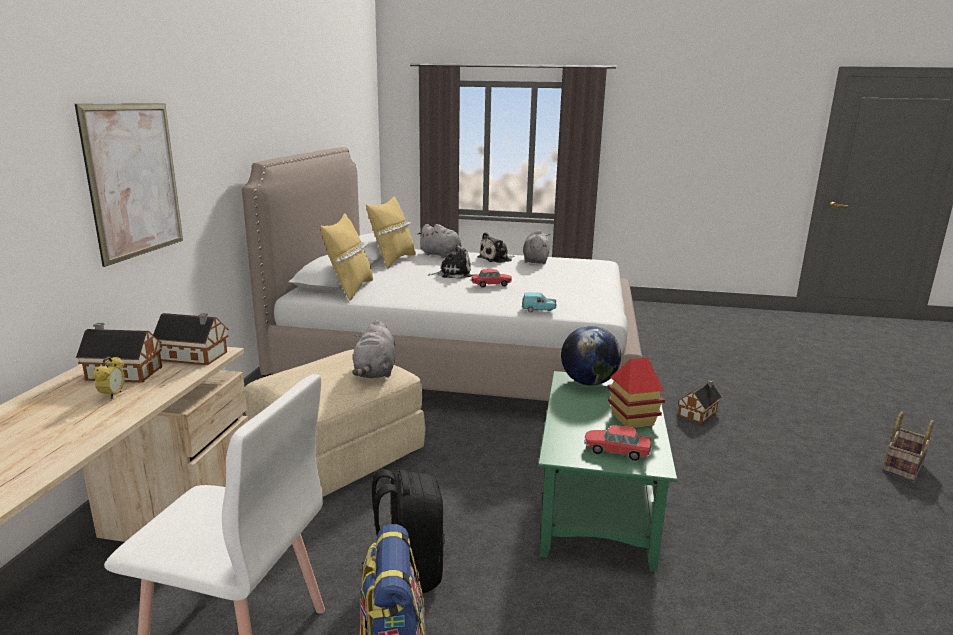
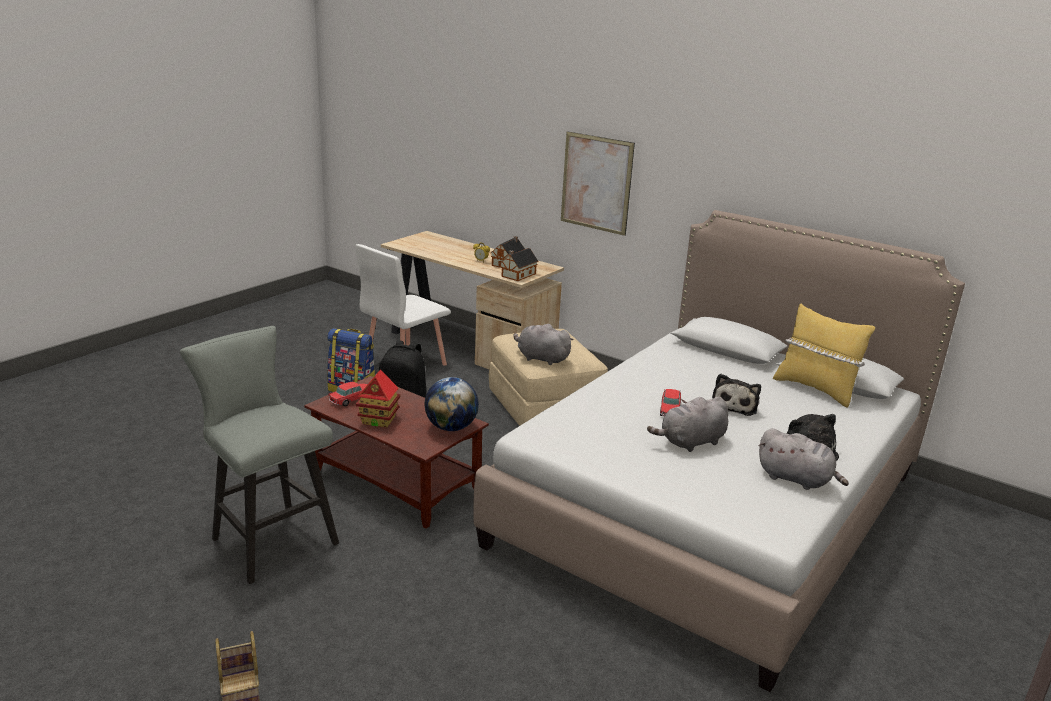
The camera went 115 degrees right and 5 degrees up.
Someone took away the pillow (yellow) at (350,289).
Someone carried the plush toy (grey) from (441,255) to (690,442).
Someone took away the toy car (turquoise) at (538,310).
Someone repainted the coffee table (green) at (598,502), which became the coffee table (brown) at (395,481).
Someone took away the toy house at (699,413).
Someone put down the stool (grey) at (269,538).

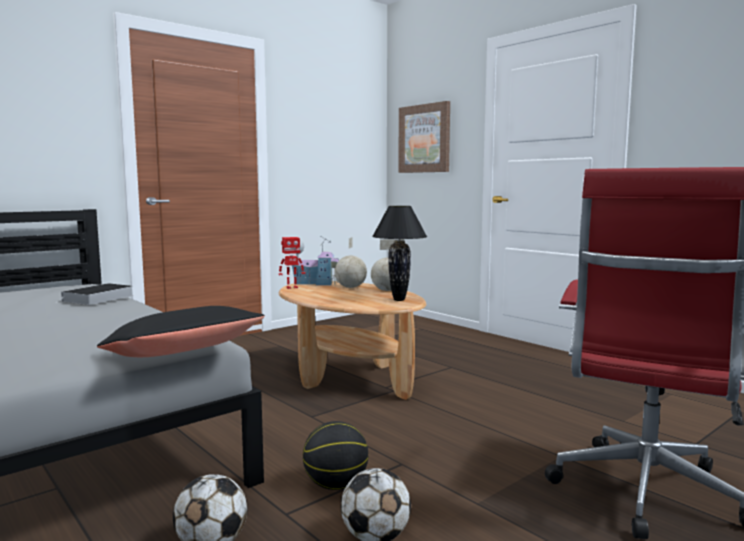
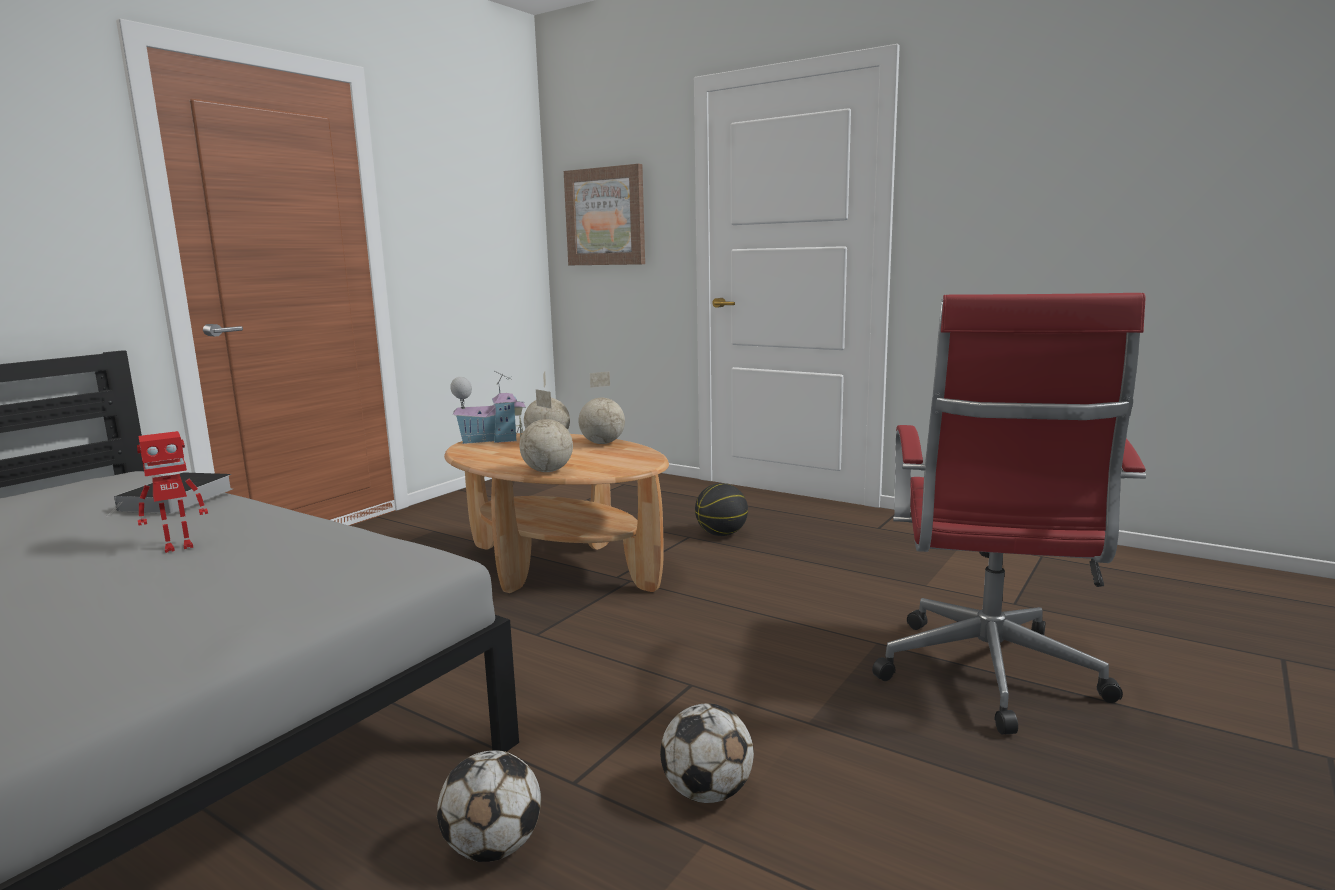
The camera went 15 degrees left and 5 degrees up.
Someone took away the table lamp (black) at (398,300).
Someone carried the toy robot from (291,287) to (178,546).
Someone took away the pillow (black) at (181,356).
Someone carried the basketball from (336,485) to (721,534).
Someone put down the globe at (547,471).

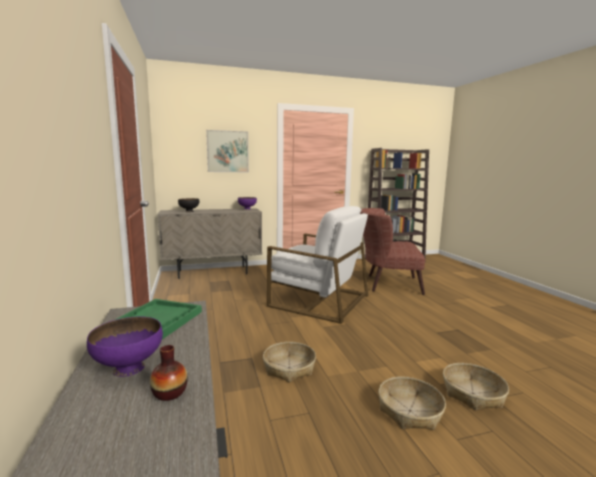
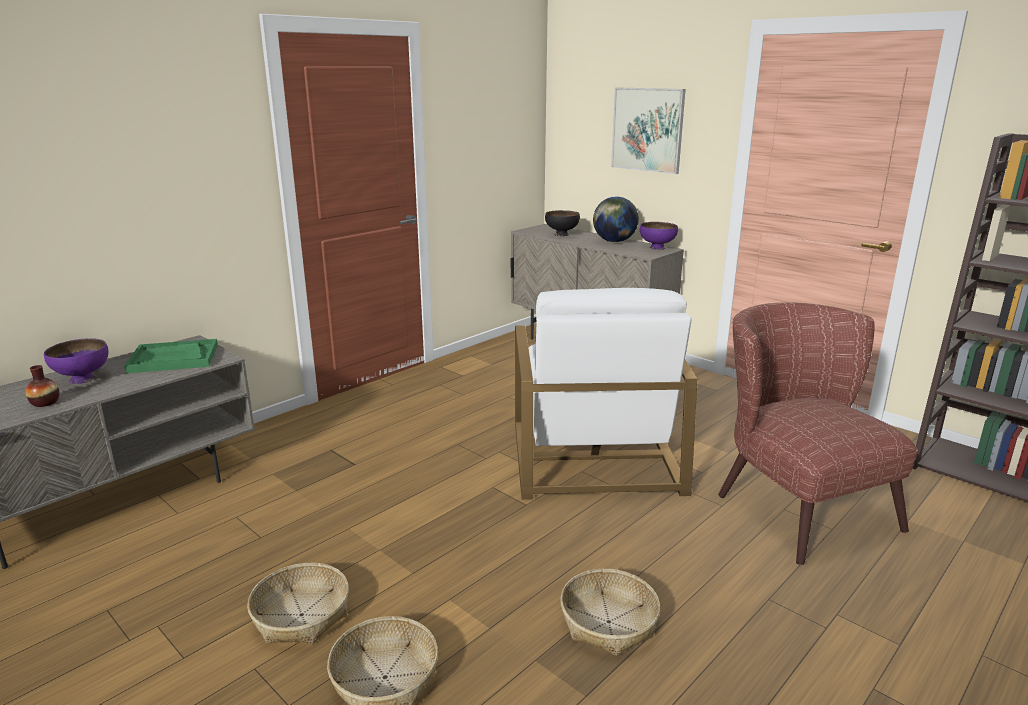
The camera went 60 degrees right and 10 degrees up.
Someone carried the basket from (289,368) to (609,622).
Someone put down the globe at (614,241).

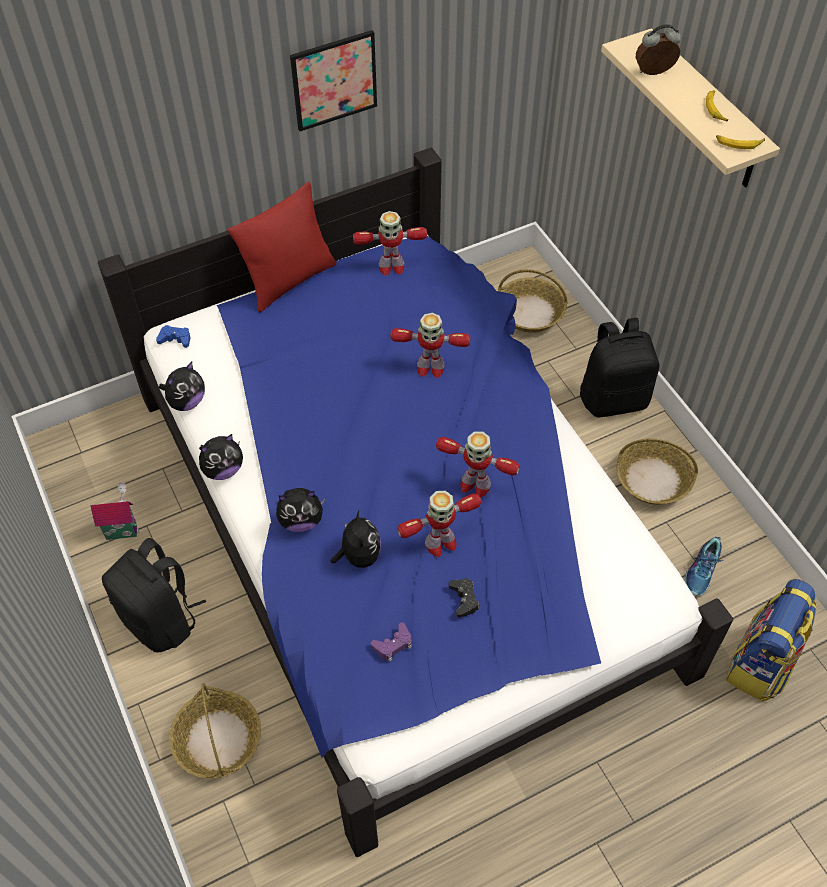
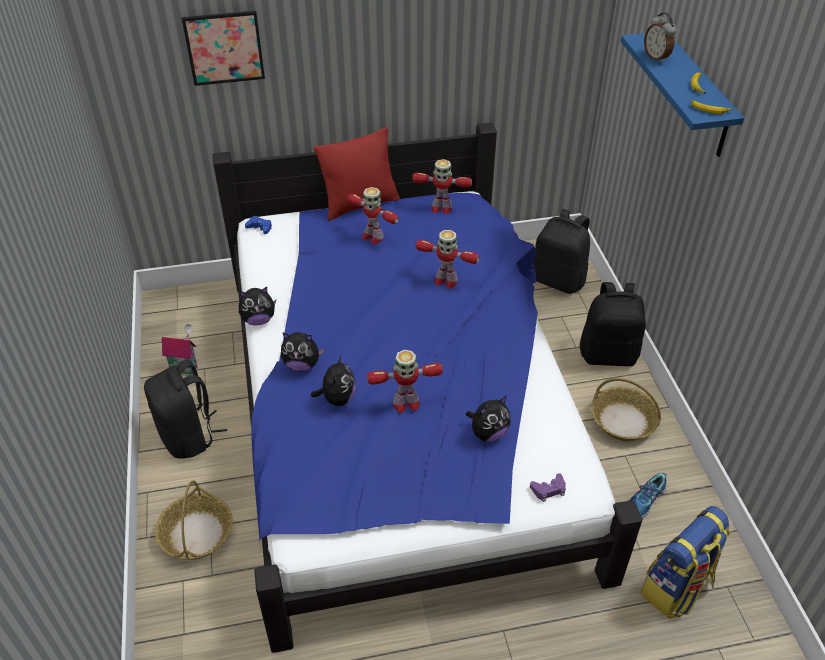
The camera went 15 degrees right and 10 degrees down.
Someone rotated the alarm clock at (654,73) by 120 degrees counterclockwise.
Someone repainted the shelf (beige) at (705,112), which became the shelf (blue) at (696,96).
Someone carried the picture from (334,80) to (224,48).
Someone swapped the basket at (530,312) for the backpack (black) at (559,280).
Someone carried the plush toy from (186,402) to (488,433).
Someone carried the toy robot from (474,485) to (372,237).
Someone took away the game controller (black) at (464,599).
Someone carried the game controller (purple) from (393,644) to (548,490).

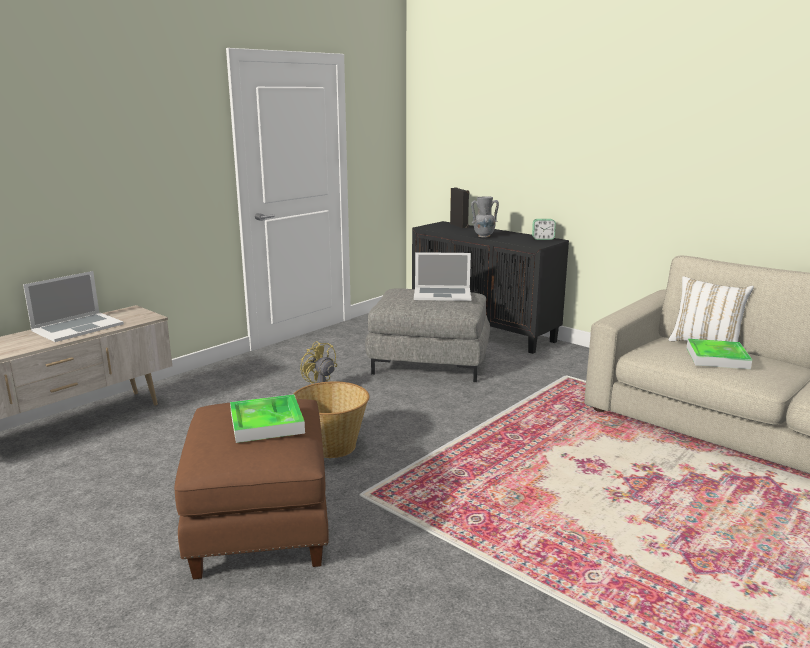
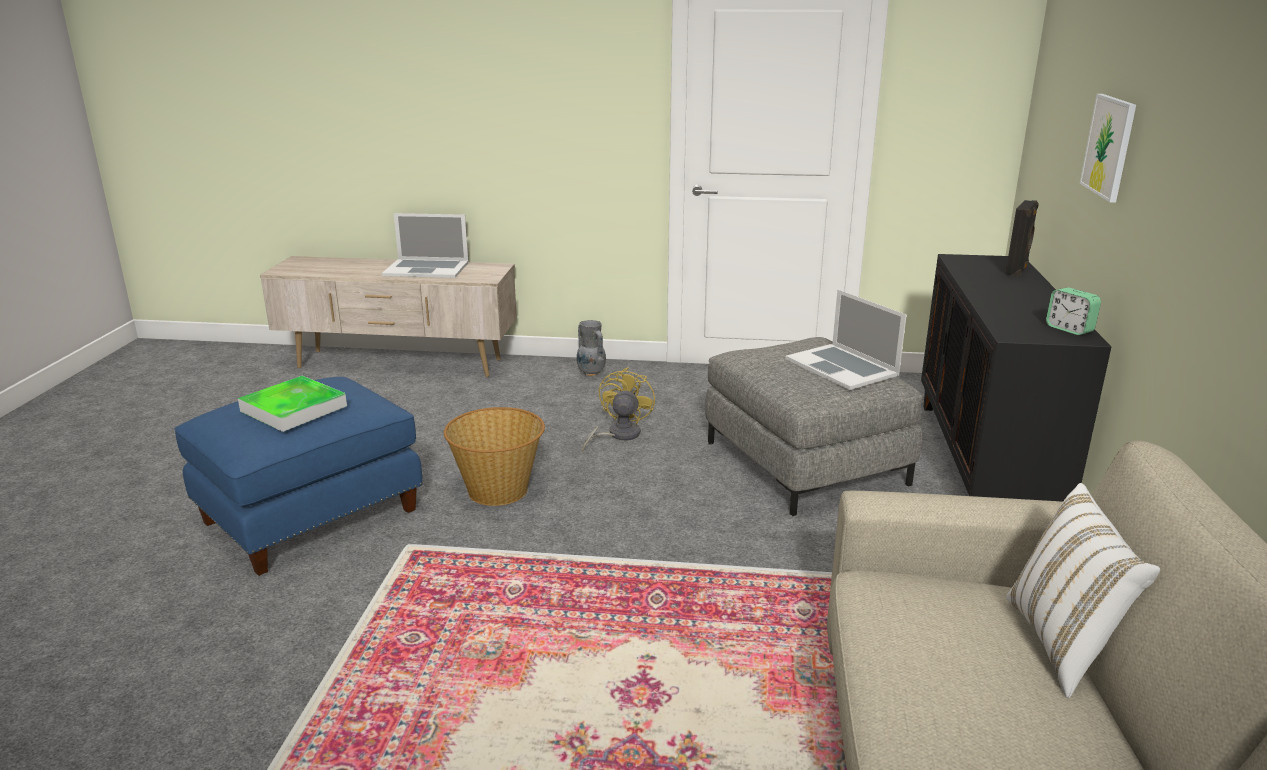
The camera went 55 degrees right and 5 degrees up.
Someone carried the vase (grey) from (483,236) to (591,373).
Someone took away the tray at (717,358).
Someone repainted the ottoman (brown) at (259,524), which became the ottoman (blue) at (310,515).
Someone put up the picture at (1109,146).

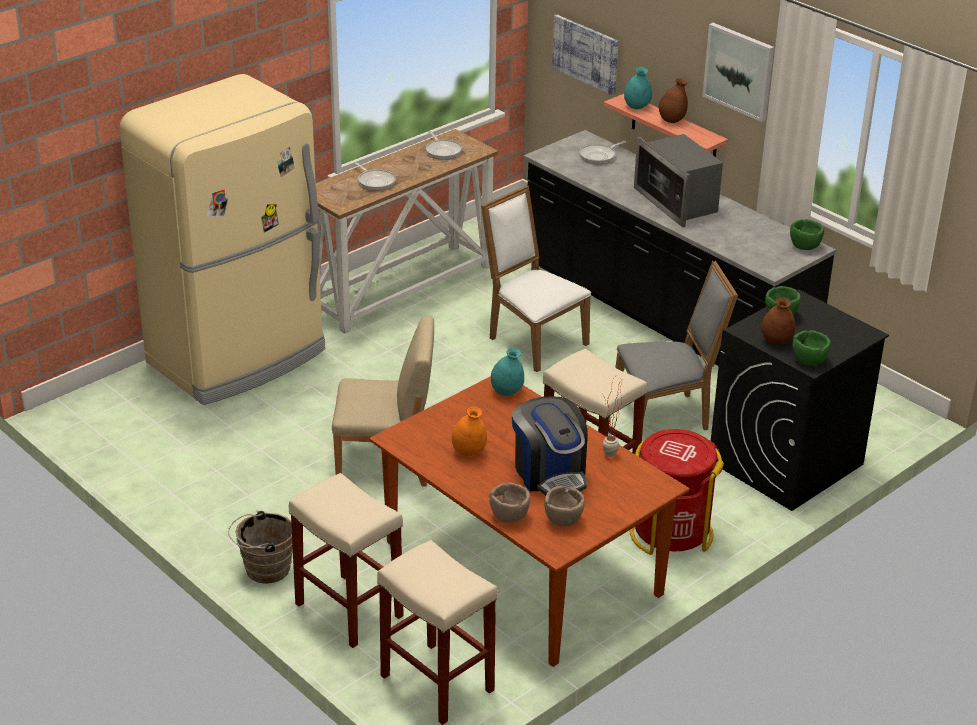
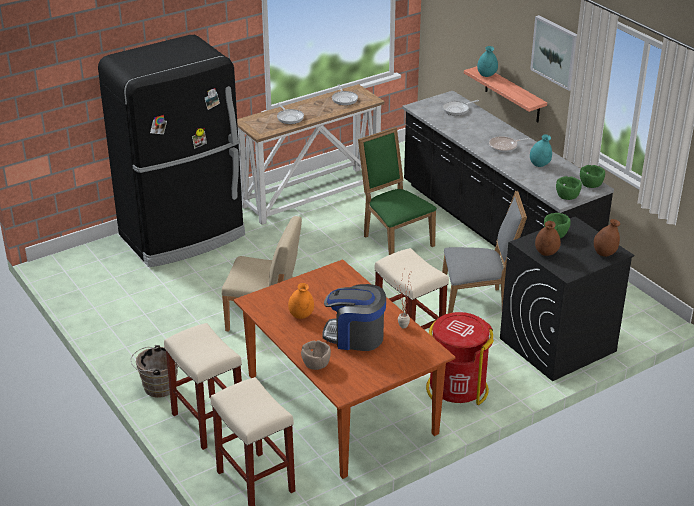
The camera went 10 degrees right and 0 degrees up.
Someone took away the picture at (586,54).
Someone repainted the fridge (beige) at (239,357), which became the fridge (black) at (183,236).
Someone carried the vase (brown) from (672,120) to (604,253).
Someone swapped the microwave at (677,202) for the frying pan at (504,146).
Someone repainted the chair (white) at (532,340), which became the chair (green) at (394,240).
Someone carried the bowl (green) from (810,360) to (567,196).
Someone carried the vase (turquoise) from (507,392) to (539,165).
Someone rotated the coffee machine at (549,473) by 120 degrees clockwise.
Someone took away the bowl (brown) at (563,519).

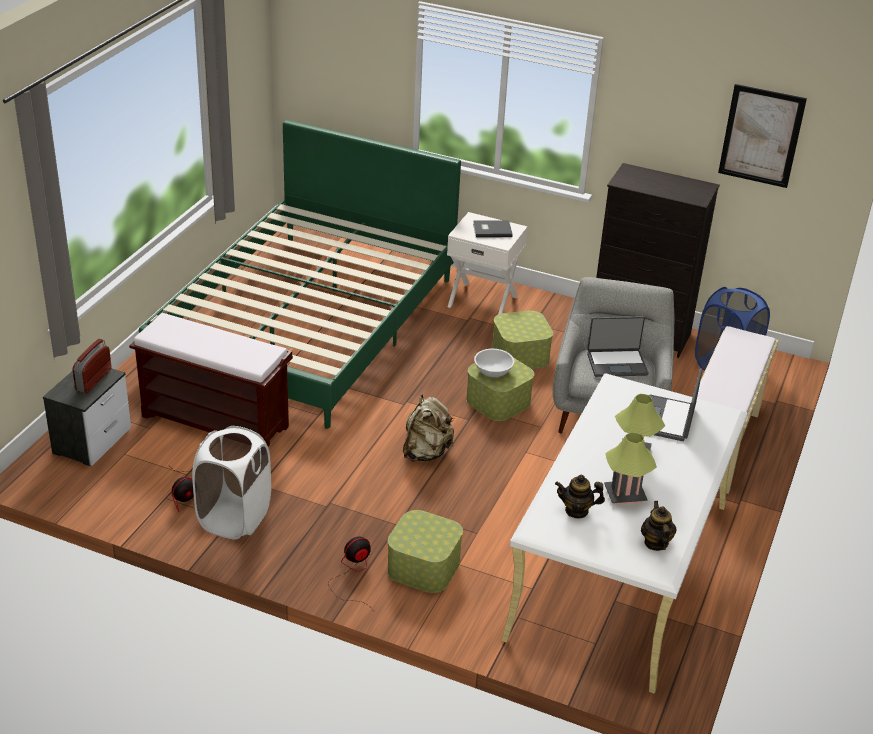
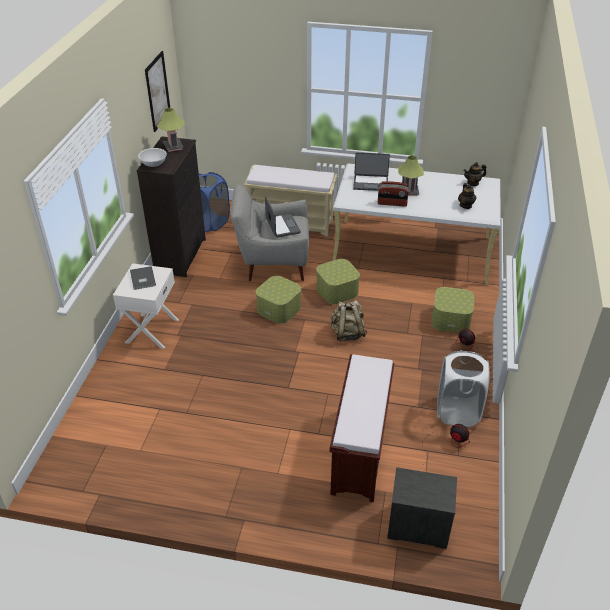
The camera went 100 degrees left and 5 degrees up.
Someone took away the bed (green) at (308,323).
Someone carried the storage box from (520,354) to (337,290).
Someone carried the radio from (93,380) to (392,203).
Someone carried the bowl (white) from (493,372) to (153,163).
Someone carried the table lamp from (625,495) to (173,146).

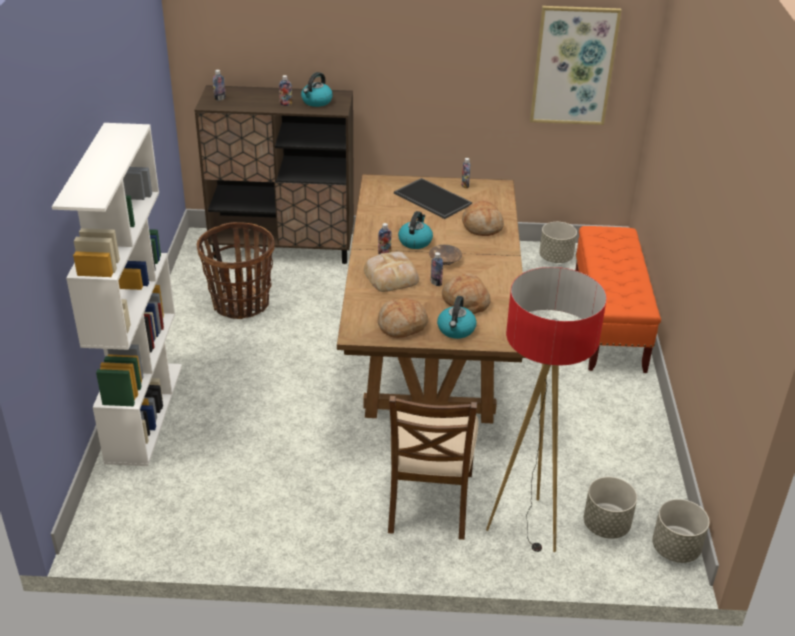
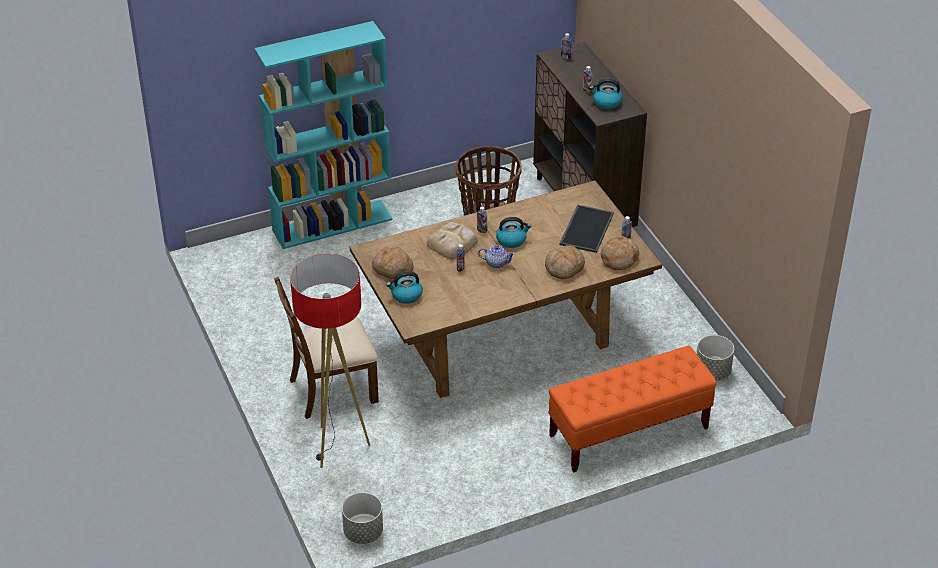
The camera went 65 degrees right and 5 degrees up.
Someone took away the picture at (573,66).
Someone repainted the bookcase (white) at (144,411), which became the bookcase (turquoise) at (333,224).
Someone swapped the bowl (brown) at (444,260) for the teapot at (496,263).
Someone carried the bread from (465,302) to (619,258).
Someone took away the planter (grey) at (606,526).

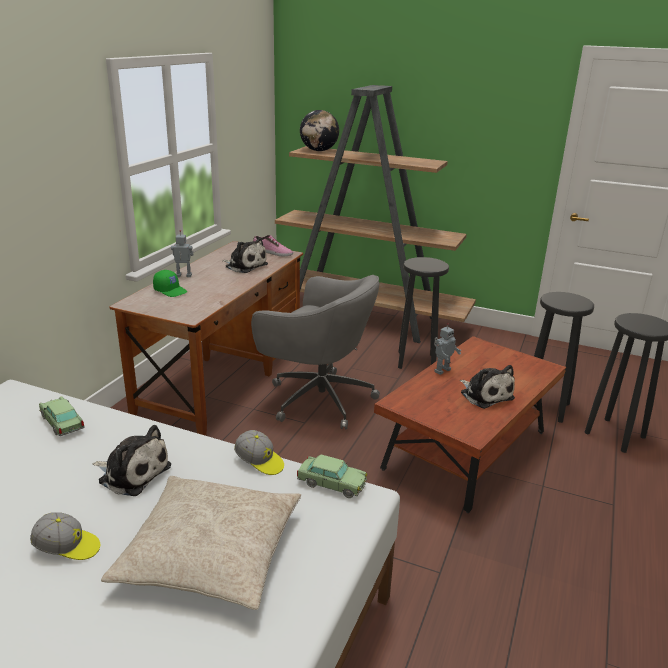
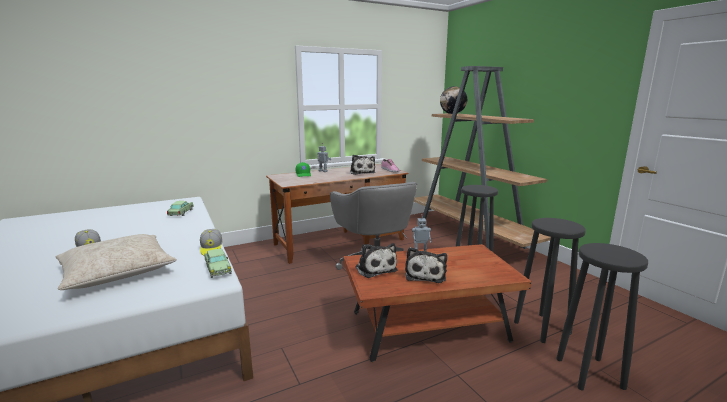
The camera went 40 degrees right and 10 degrees down.
Someone carried the plush toy from (132,473) to (375,268).

